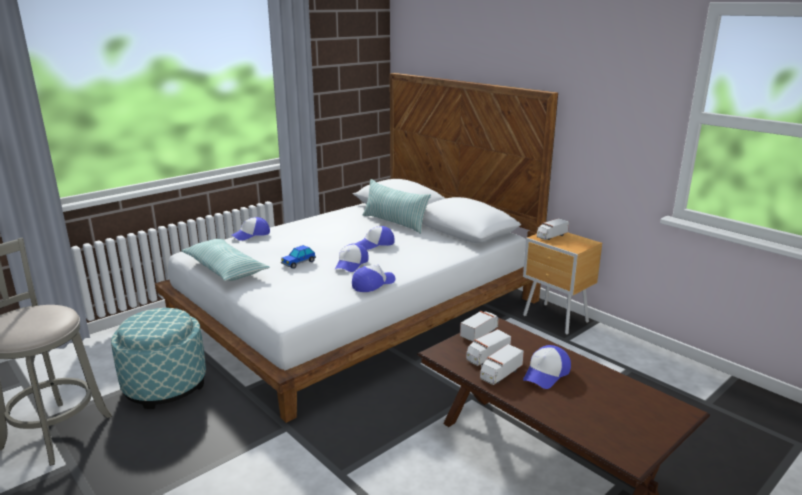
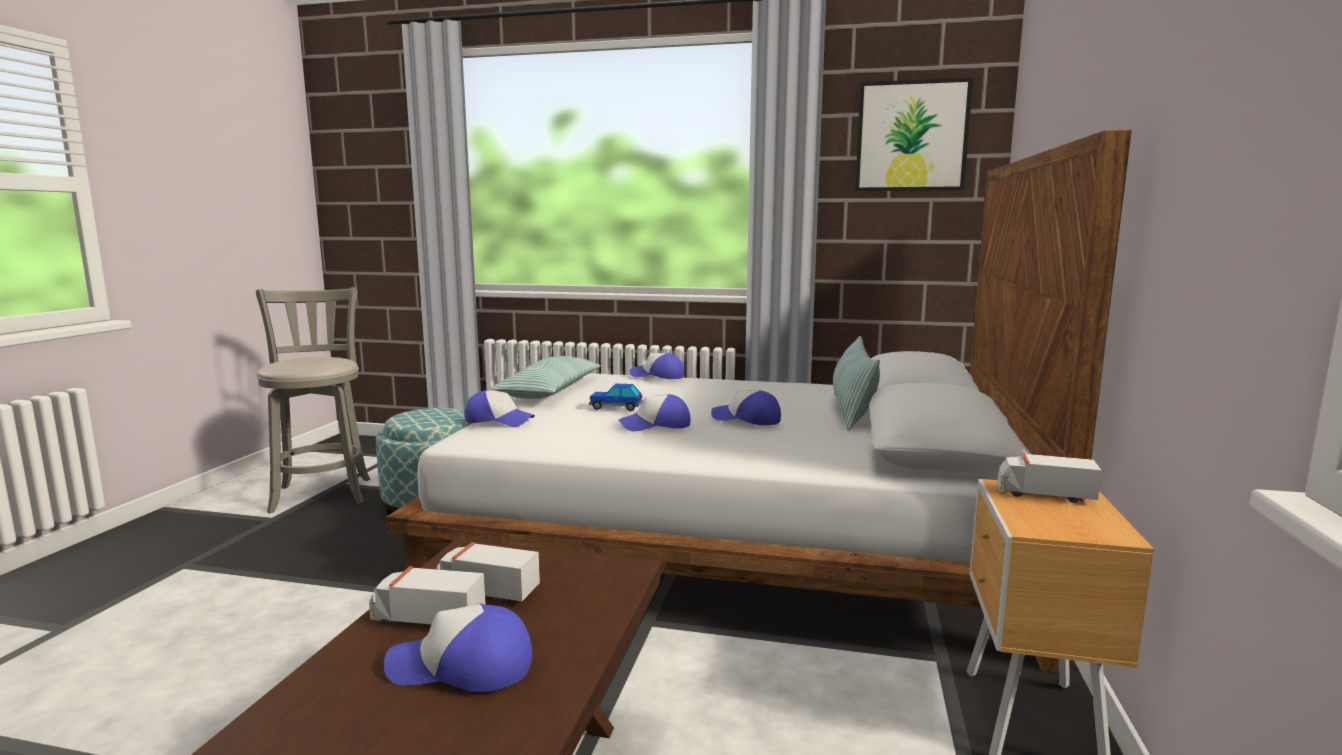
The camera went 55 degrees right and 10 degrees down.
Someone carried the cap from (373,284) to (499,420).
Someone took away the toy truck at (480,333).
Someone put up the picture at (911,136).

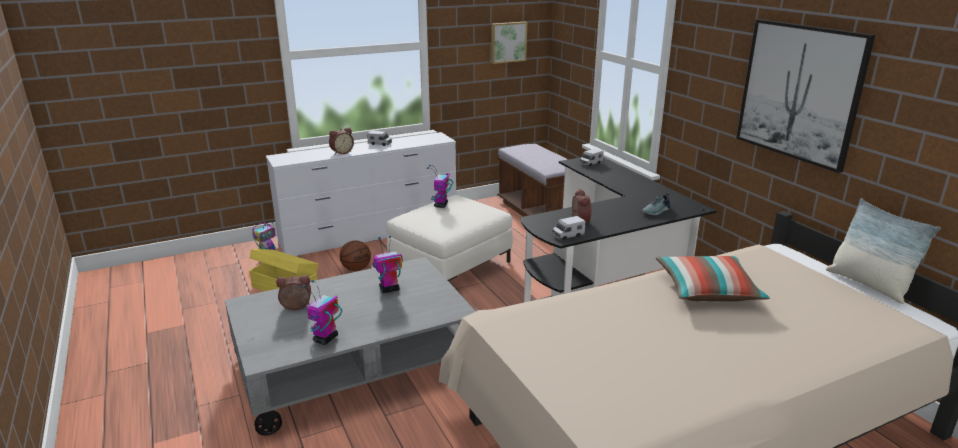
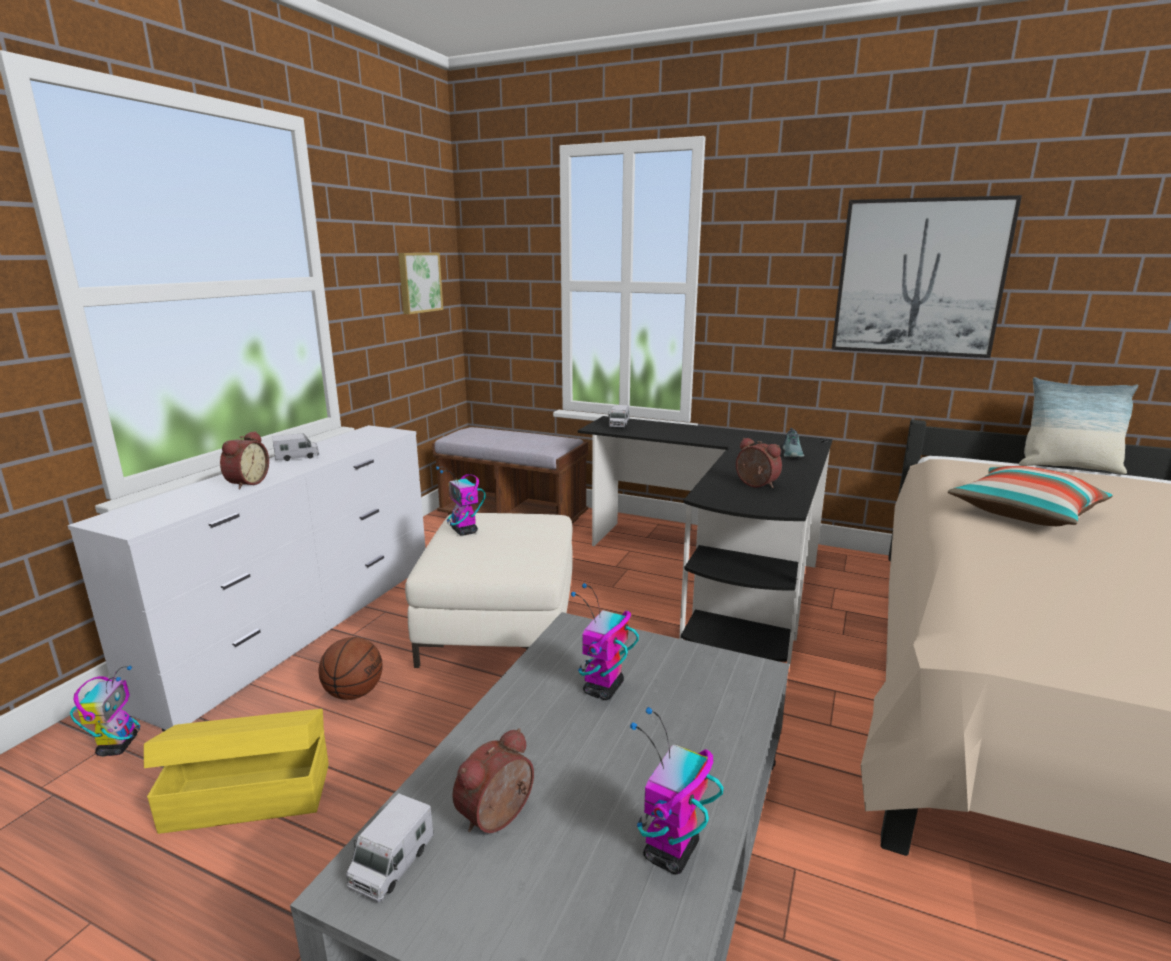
The camera went 40 degrees left and 5 degrees down.
Someone carried the toy truck from (568,235) to (391,863).
Someone rotated the toy robot at (325,339) by 45 degrees clockwise.

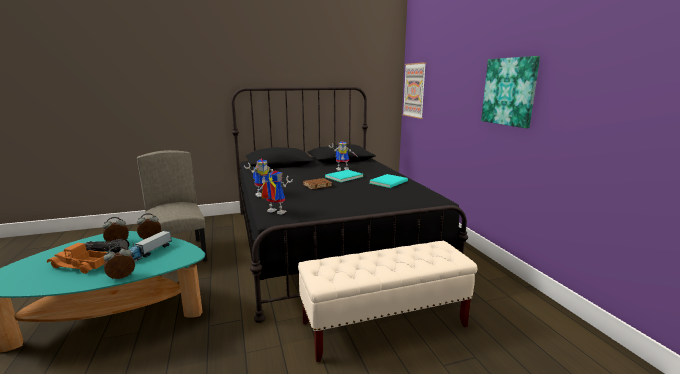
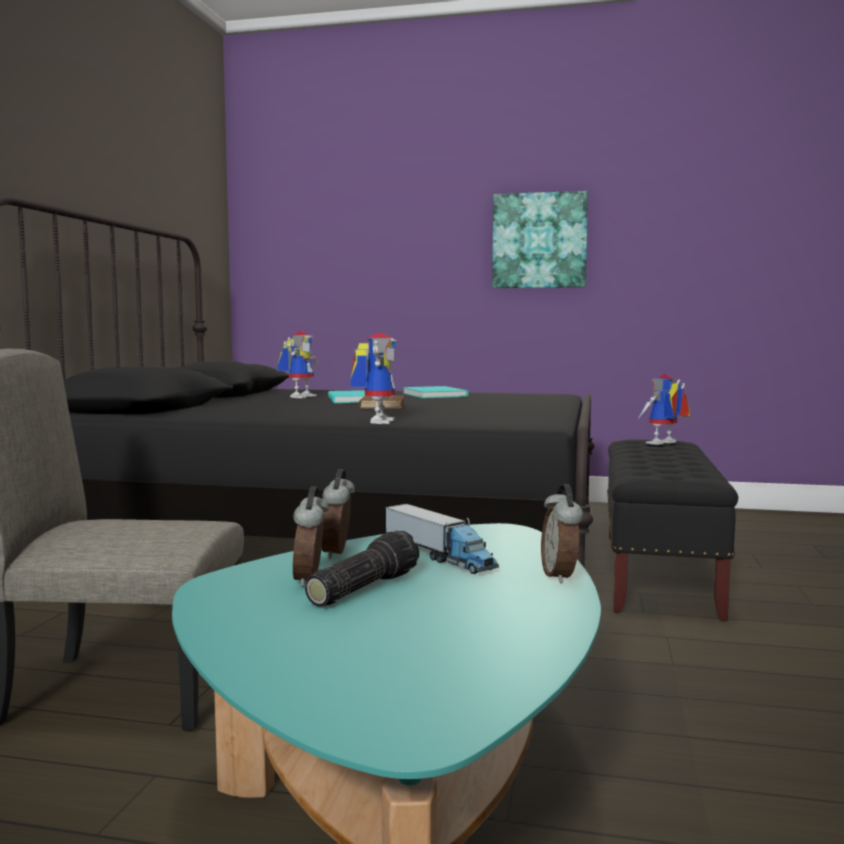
The camera went 60 degrees left and 10 degrees down.
Someone took away the picture at (414,90).
Someone carried the toy robot from (273,212) to (663,444).
Someone repainted the bench (beige) at (384,325), which became the bench (black) at (658,573).
Someone took away the toy truck at (81,266).

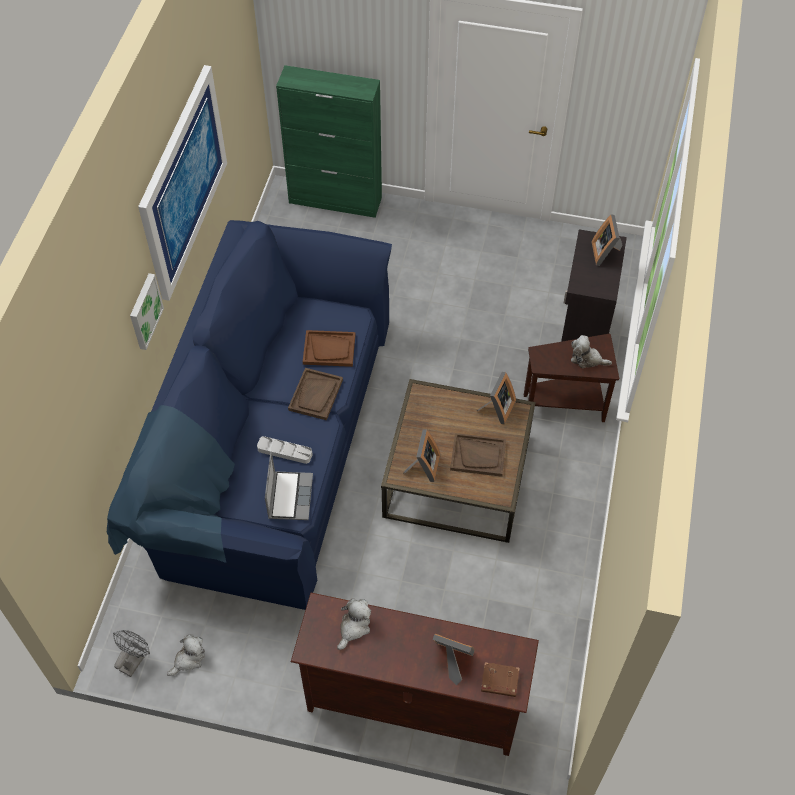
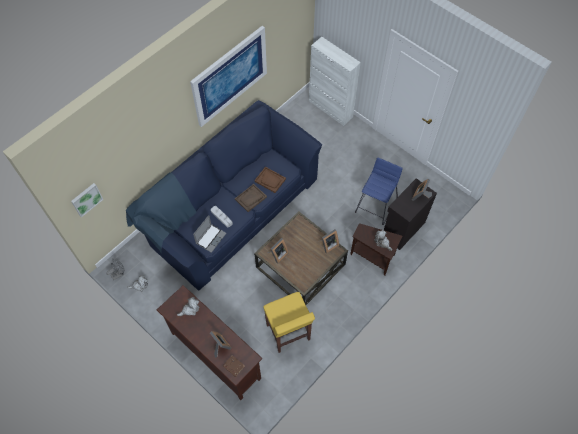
The camera went 30 degrees right and 5 degrees up.
Someone repainted the cabinet (green) at (336,200), which became the cabinet (white) at (330,109).
Someone carried the picture from (144,311) to (86,199).
Someone took away the tray (brown) at (478,455).
Someone put down the stool (blue) at (375,206).
Someone put down the stool (yellow) at (288,333).

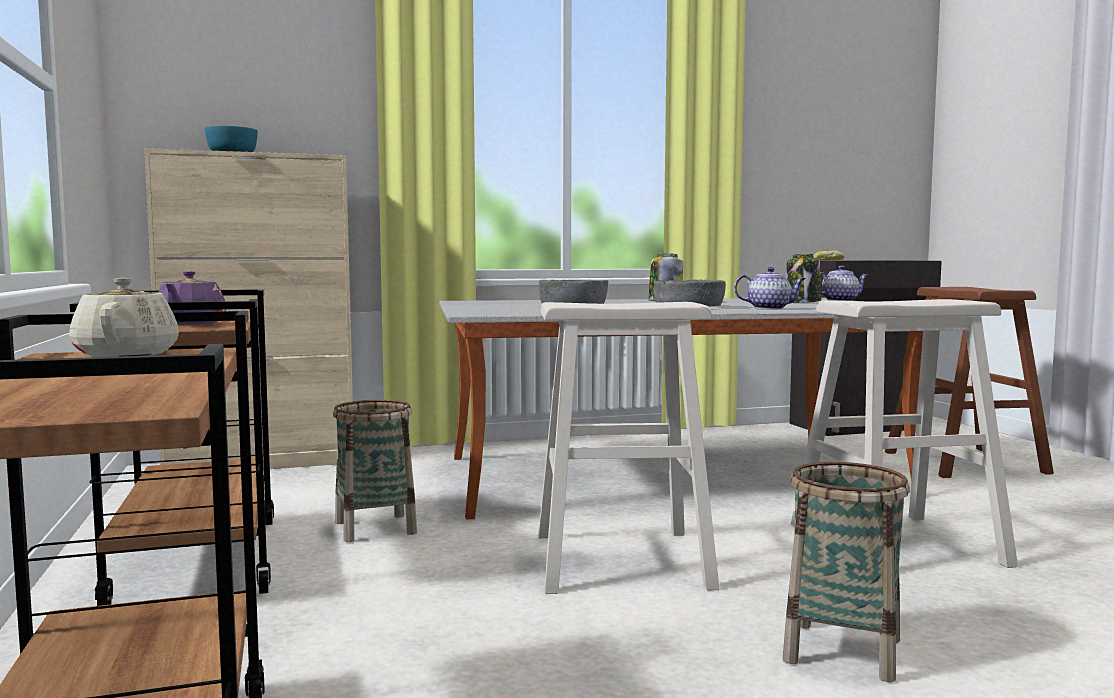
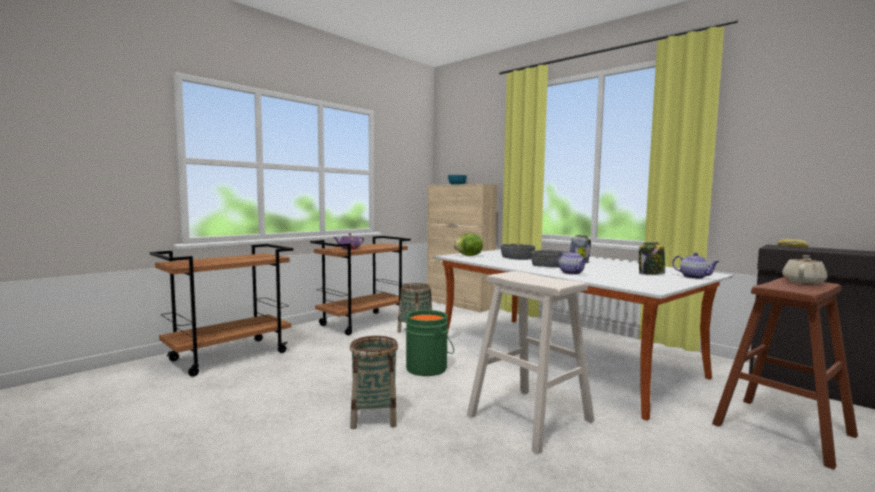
The camera went 60 degrees right and 0 degrees up.
Someone carried the teapot (beige) from (127,355) to (803,282).
Someone swapped the stool (beige) at (619,560) for the bucket (green) at (428,368).
Someone put down the lettuce at (469,256).

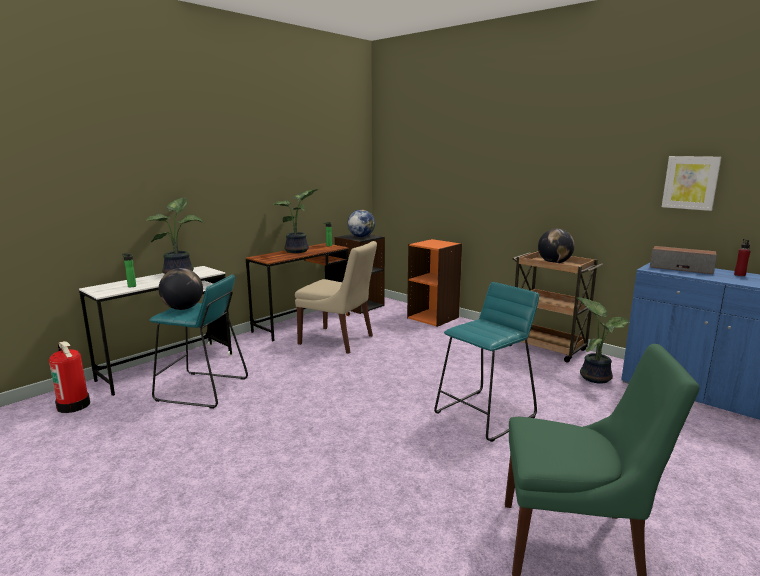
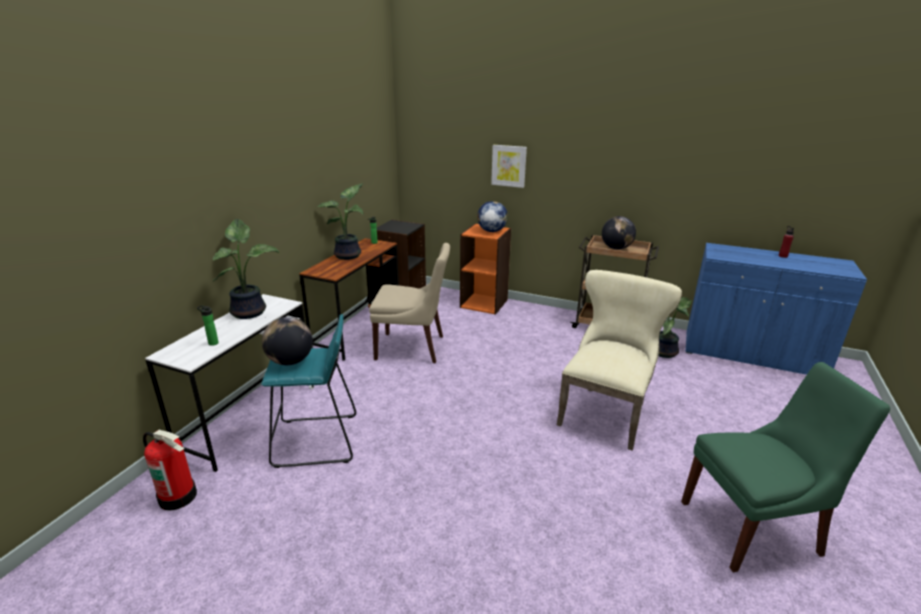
The camera went 20 degrees left and 10 degrees up.
Someone carried the picture from (690,182) to (509,166).
Someone carried the globe from (361,237) to (491,231).
Someone took away the speaker at (681,268).
Someone swapped the stool (turquoise) at (485,415) for the chair (beige) at (606,411).

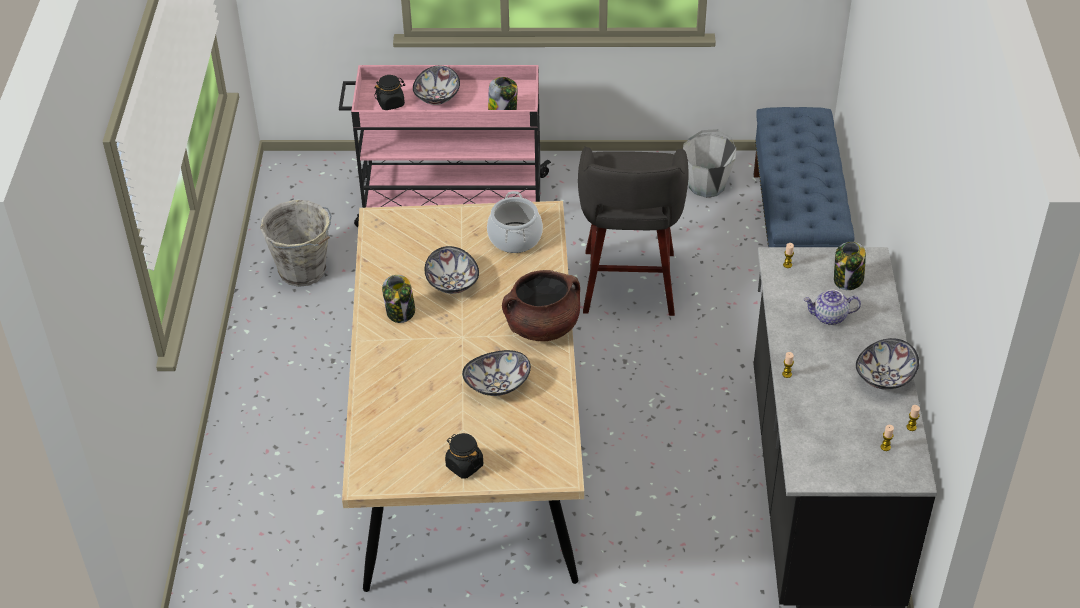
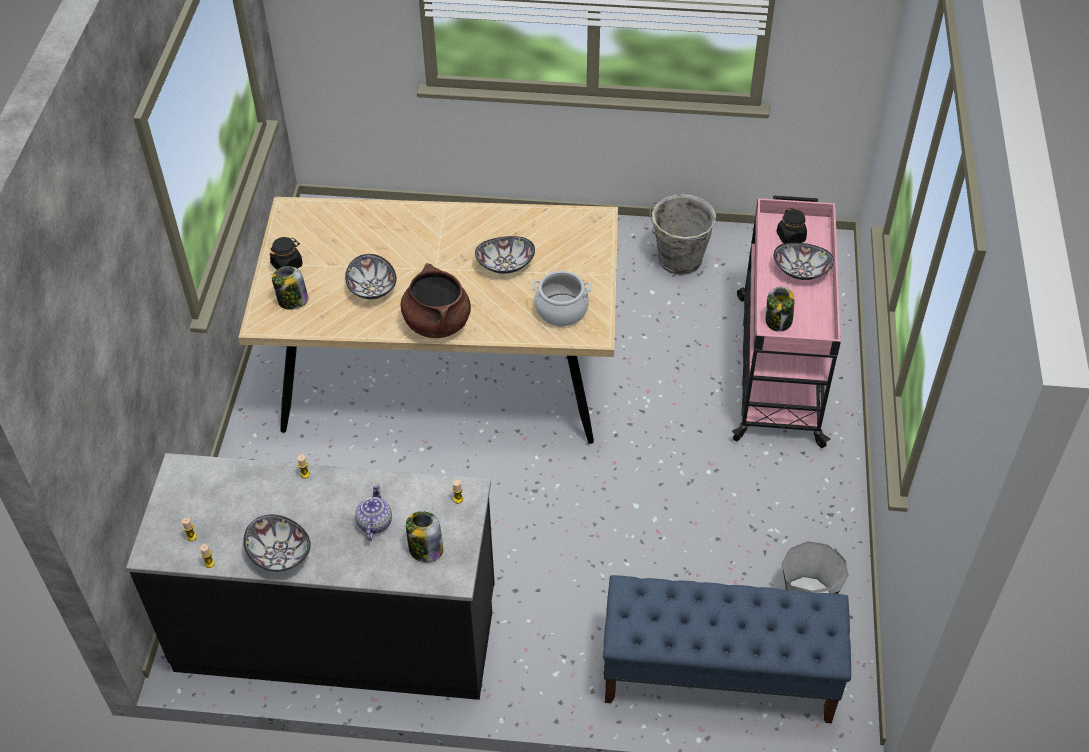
The camera went 95 degrees right and 5 degrees up.
Someone took away the stool (grey) at (628,286).
Someone carried the jar from (400,312) to (292,301).

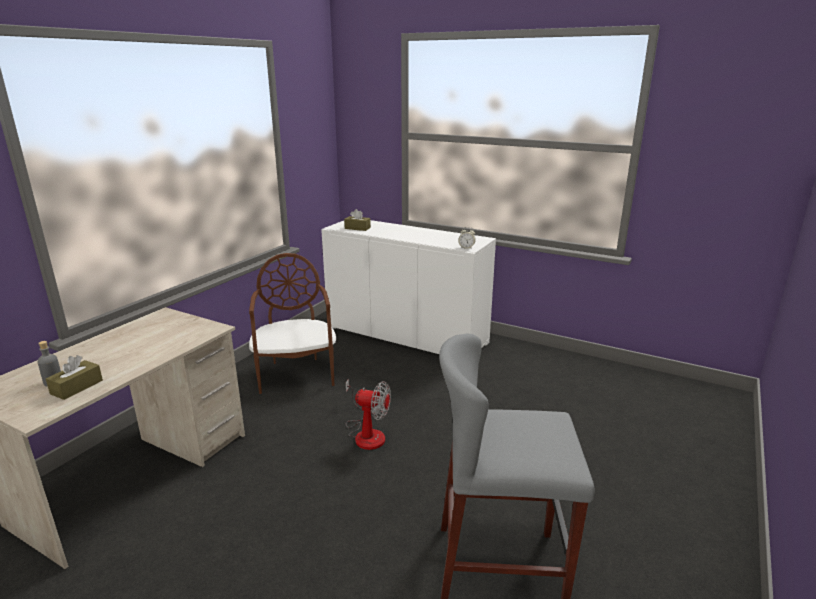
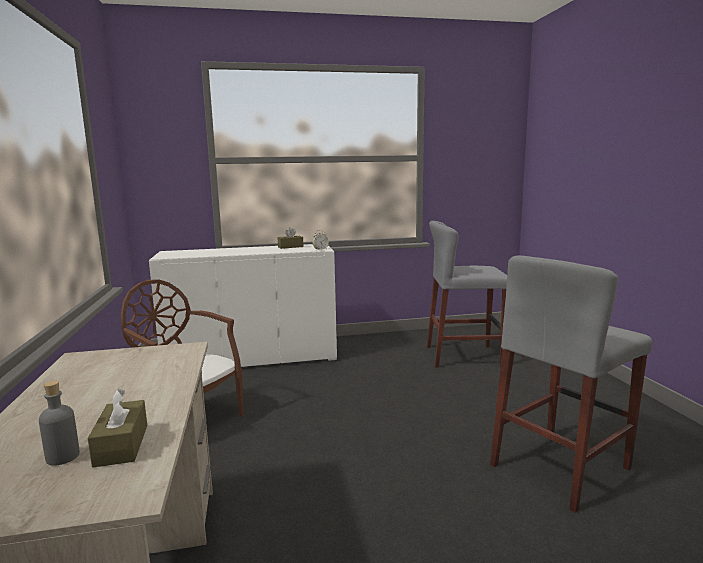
The camera went 40 degrees left and 10 degrees down.
Someone carried the tissue box (brown) from (357,228) to (290,247).
Someone took away the fan at (366,433).
Someone put down the stool (grey) at (463,356).

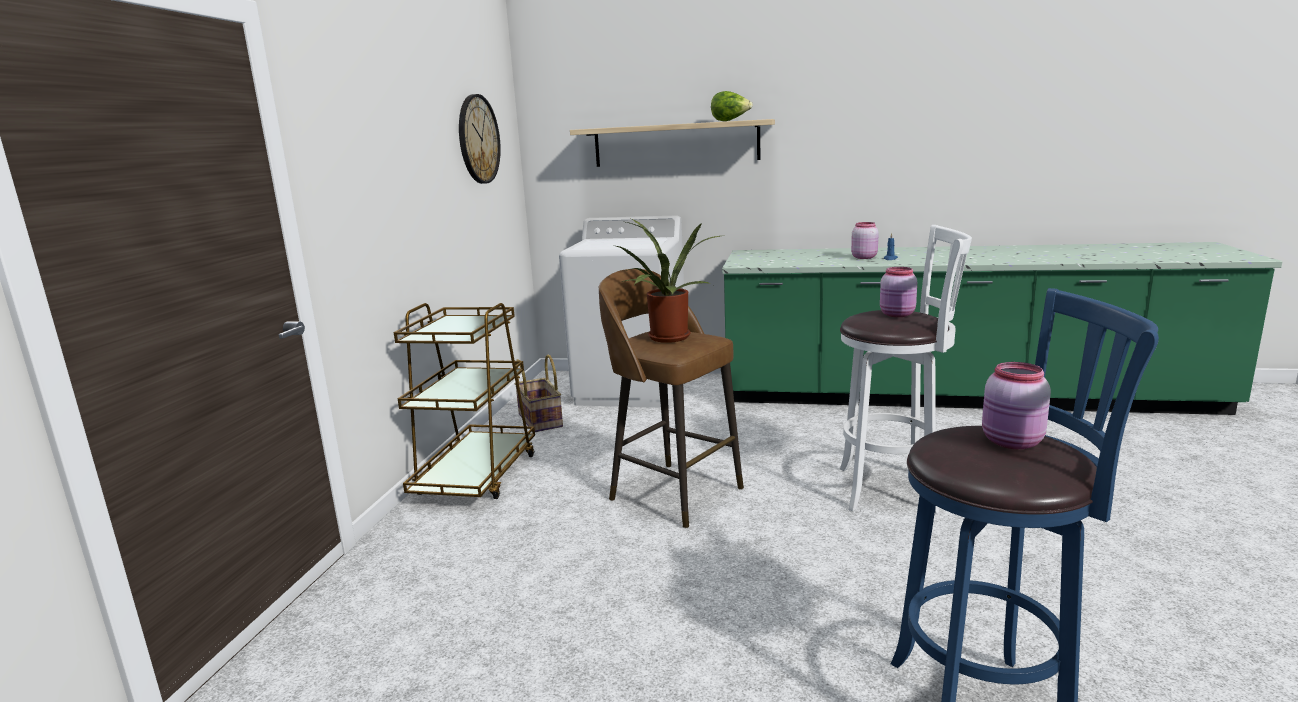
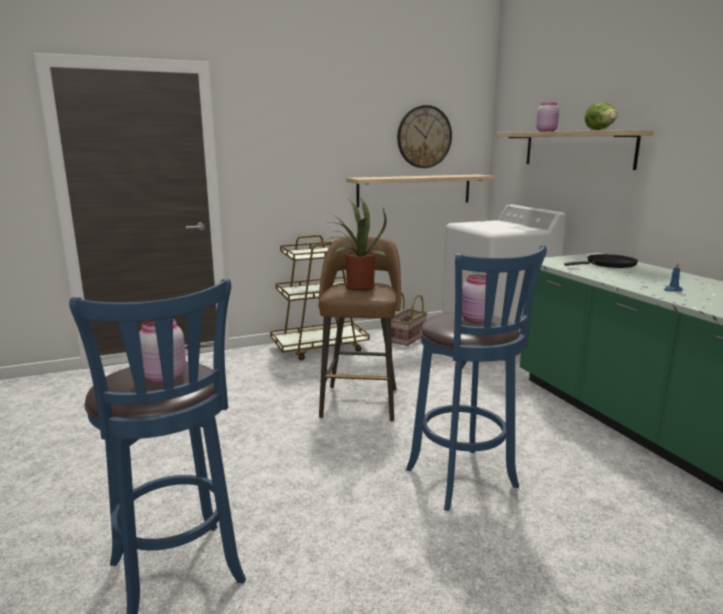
The camera went 55 degrees right and 0 degrees up.
Someone carried the jar (pink) from (863,257) to (546,131).
Someone repainted the stool (white) at (893,489), which became the stool (blue) at (464,481).
Someone put up the shelf at (414,190).
Someone put down the frying pan (black) at (608,264).

